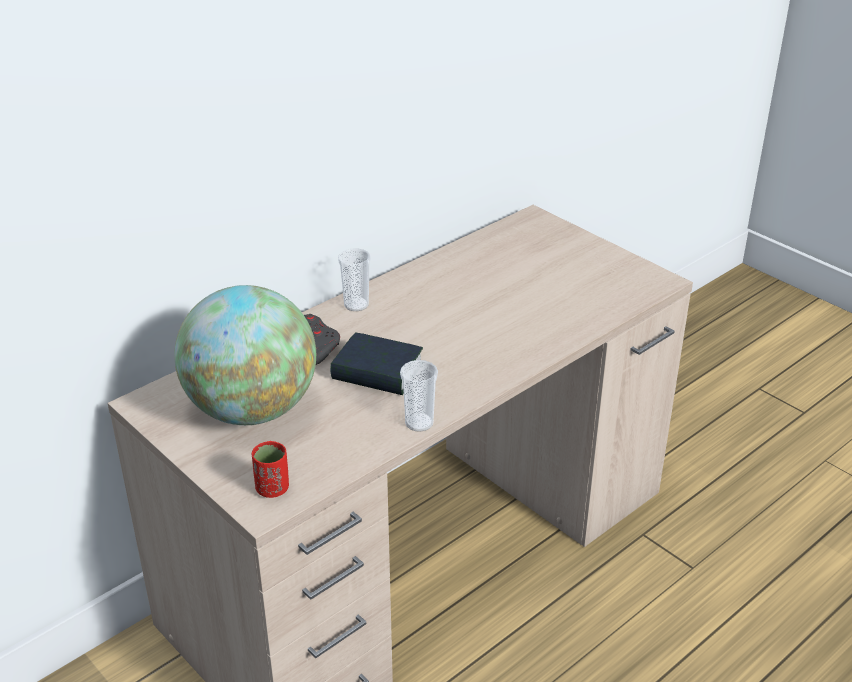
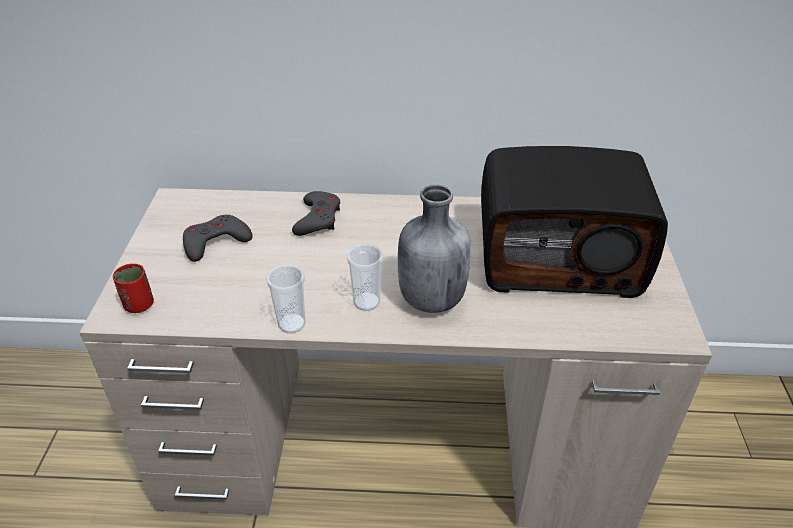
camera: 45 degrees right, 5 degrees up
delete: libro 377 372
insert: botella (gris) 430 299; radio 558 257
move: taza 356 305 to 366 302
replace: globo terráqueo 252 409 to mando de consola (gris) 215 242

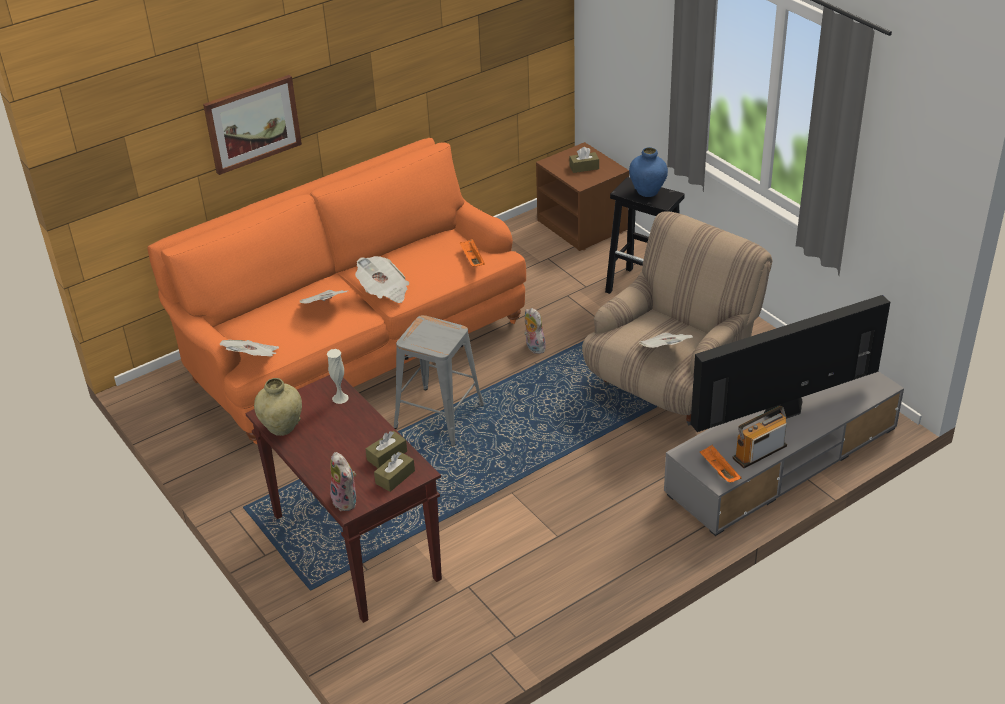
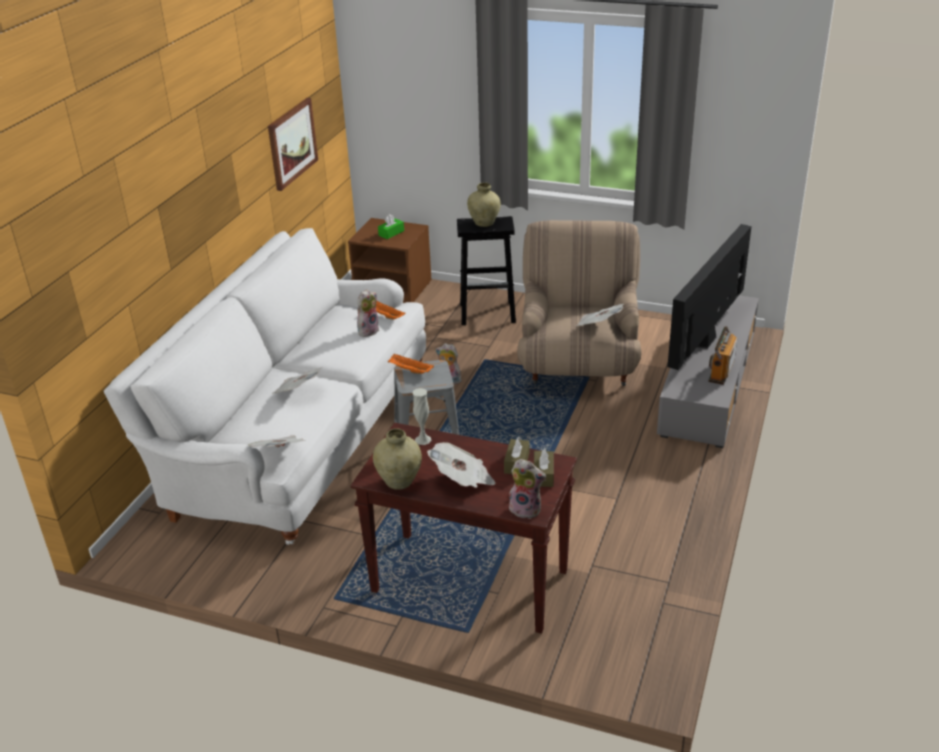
camera: 35 degrees left, 5 degrees down
insert: peluche 368 330
move: cuadro 252 123 to 292 143; bandeja (naranja) 718 471 to 410 370; periódico 384 291 to 463 479
recolor: sofá (naranja) 353 346 to sofá (blanco) 296 436; caja de pañuelos (marrón) 584 167 to caja de pañuelos (verde) 391 233; florero (azul) 647 192 to florero (beis) 484 223

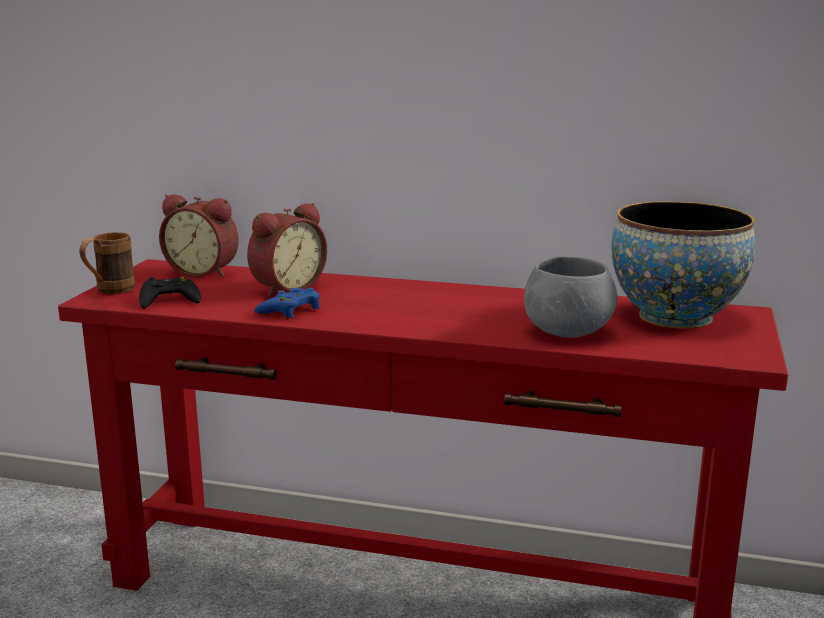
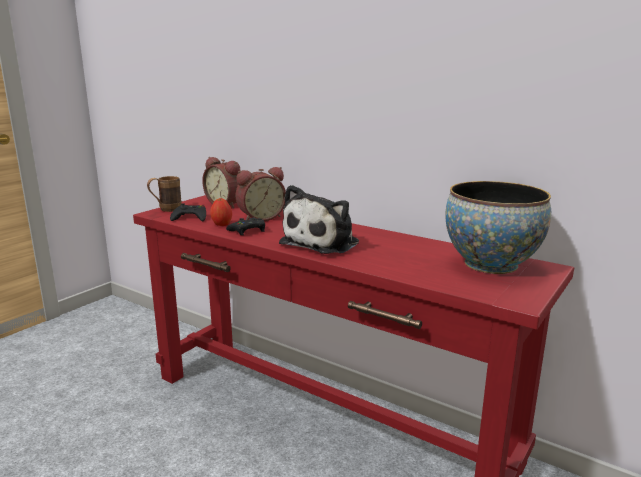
camera: 20 degrees right, 0 degrees up
delete: cuenco (gris) 567 332
insert: manzana 221 224; peluche 323 242
recolor: mando de consola (azul) 290 310 to mando de consola (negro) 248 231

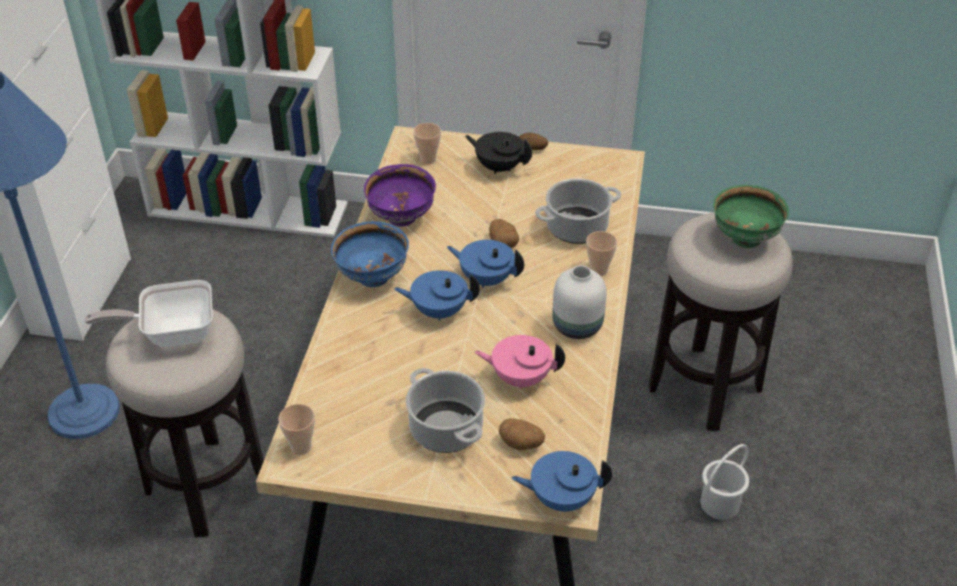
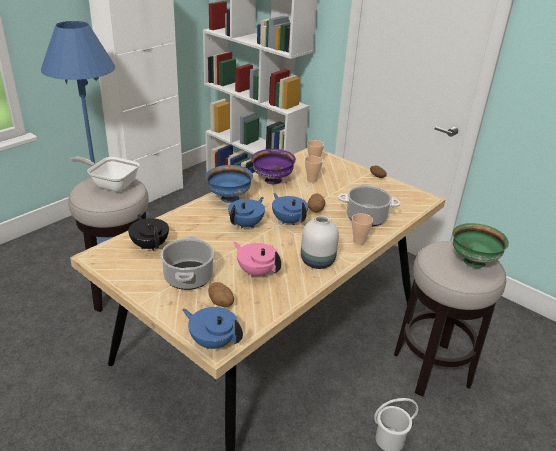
camera: 30 degrees right, 10 degrees down
move: tetera (negro) 499 167 to 150 245; taza 301 447 to 312 180
rotate: tetera (azul) 438 311 = 247 224 90 degrees clockwise

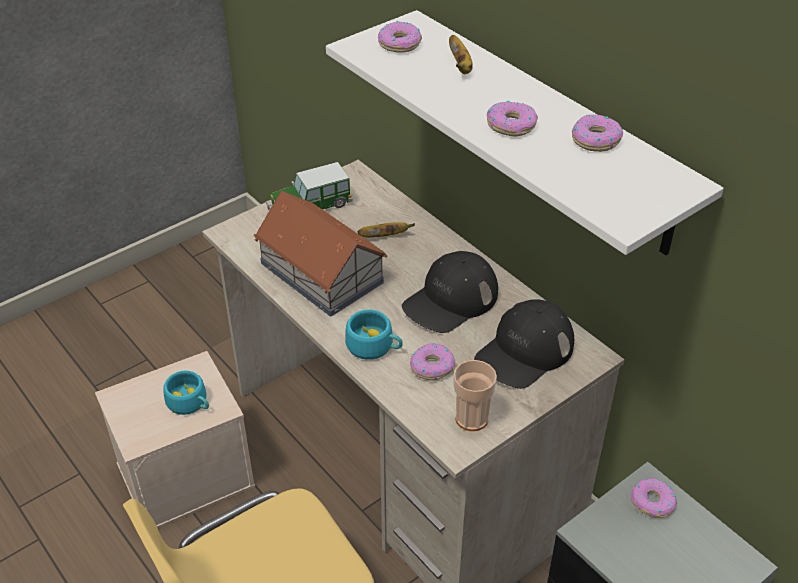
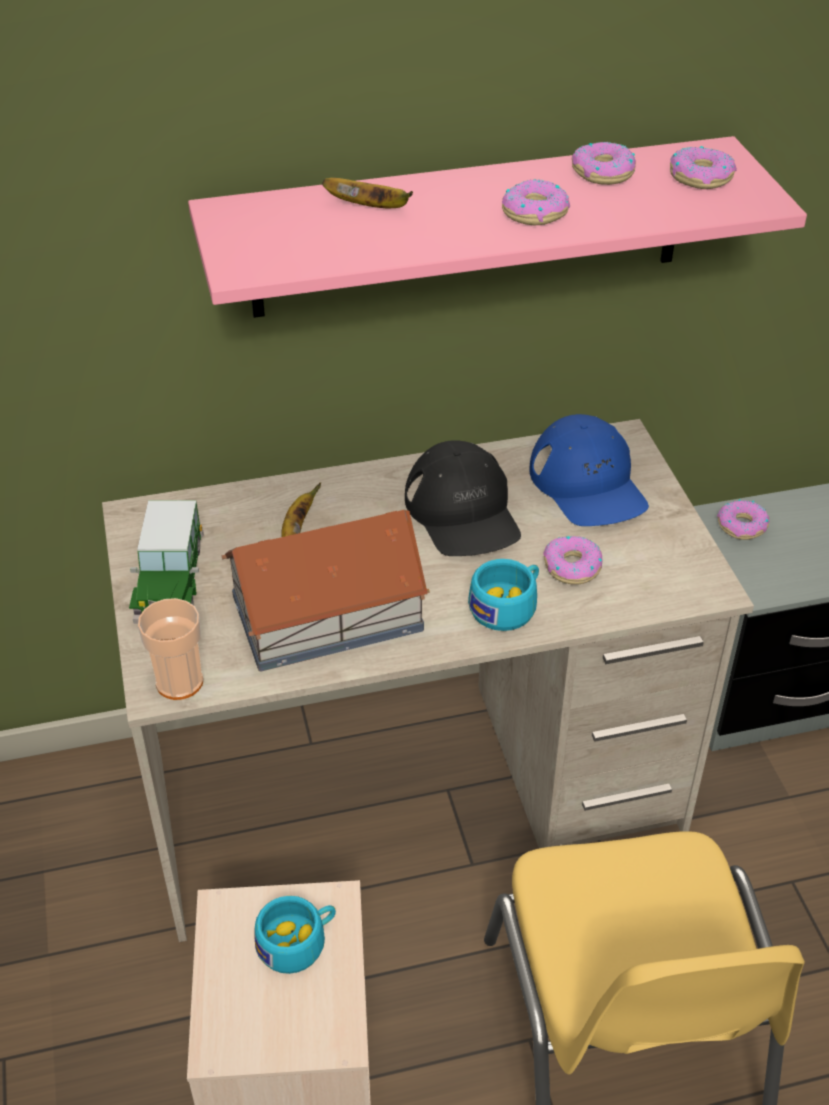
camera: 65 degrees left, 0 degrees up
move: taza 471 418 to 179 682; rosquilla 400 44 to 700 177
recolor: estante (blanco) 547 131 to estante (rosa) 469 228; gorra (negro) 524 351 to gorra (azul) 588 484

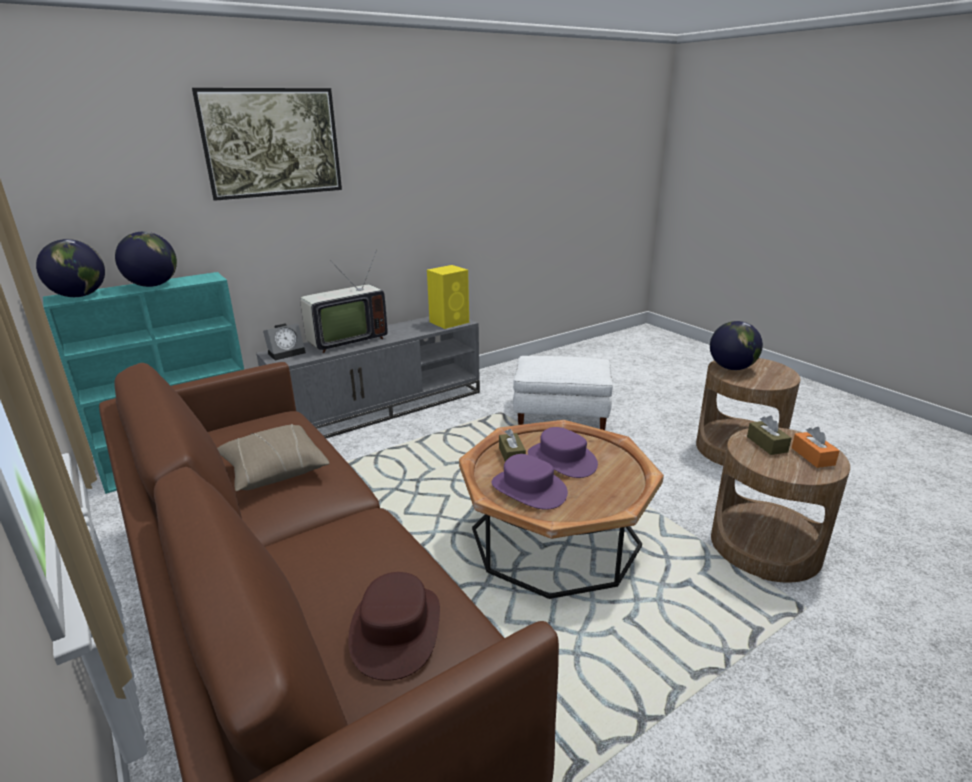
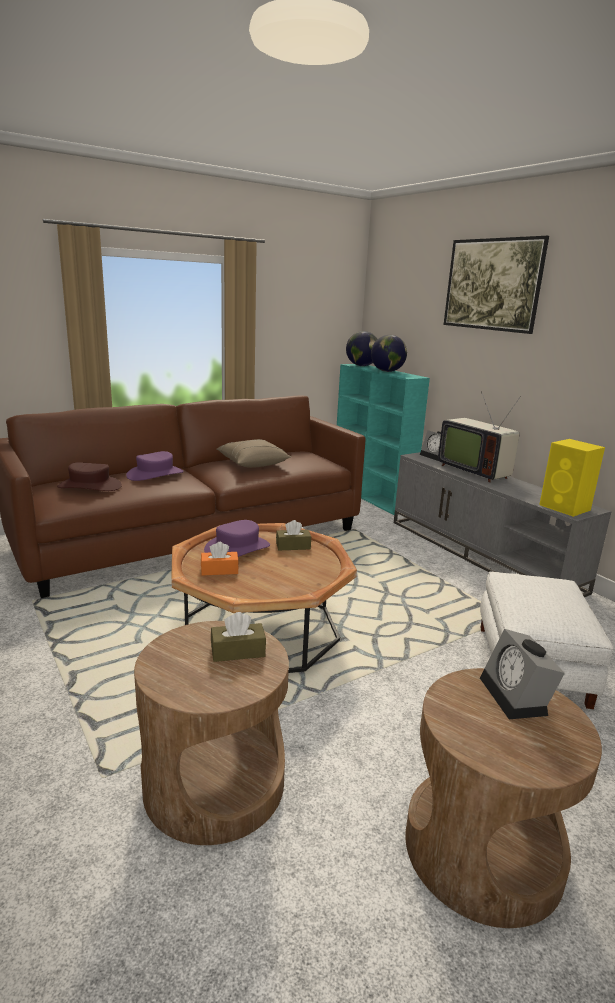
camera: 90 degrees right, 5 degrees down
move: sombrero (morado) 562 459 to 155 474; caja de pañuelos (naranja) 812 456 to 219 570
replace: globo terráqueo 732 368 to despertador 517 697

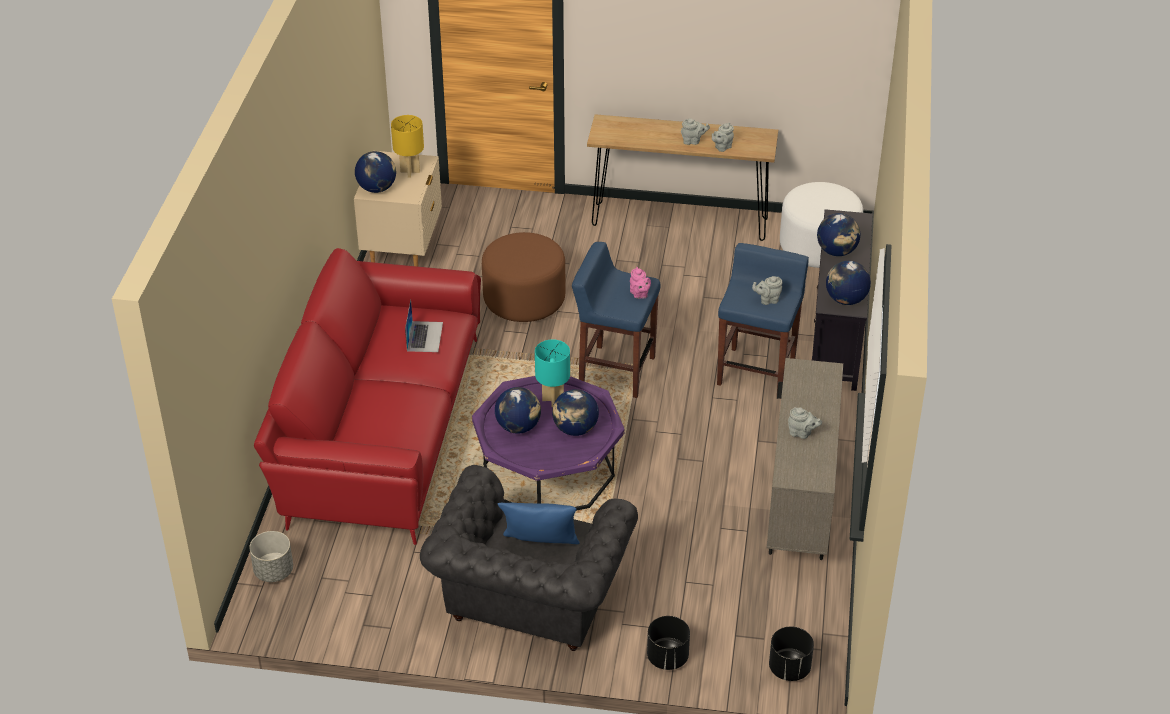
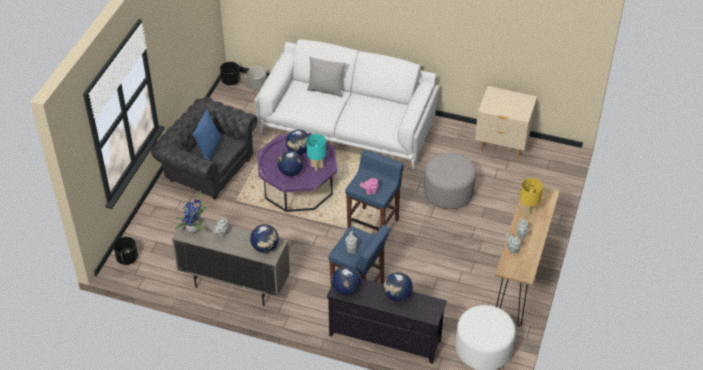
camera: 100 degrees right, 5 degrees up
delete: portátil 424 336
insert: planta en maceta 194 230; cojín (gris) 326 90
move: maceta (negro) 667 657 to 230 81; globo terráqueo 377 188 to 265 247; lámpara de mesa (amarillo) 410 172 to 527 212
recolor: sofá (rojo) 380 428 to sofá (blanco) 348 126; puf (marrón) 524 299 to puf (gris) 448 193

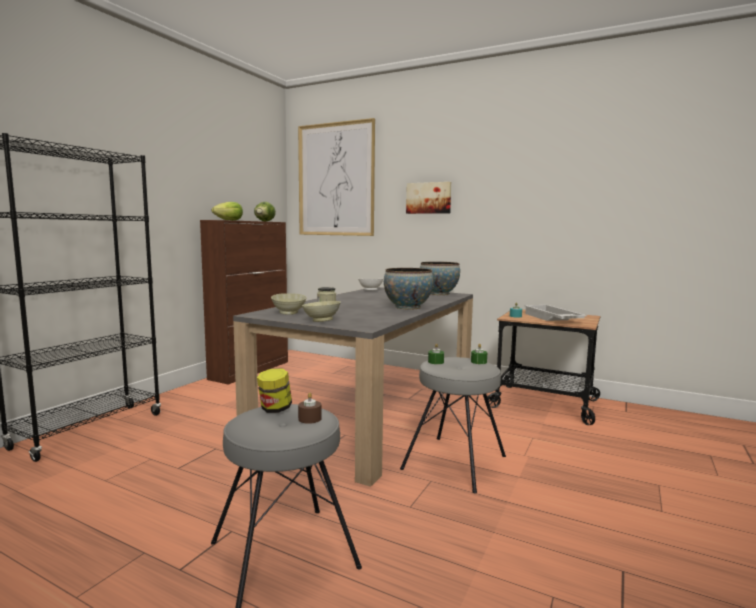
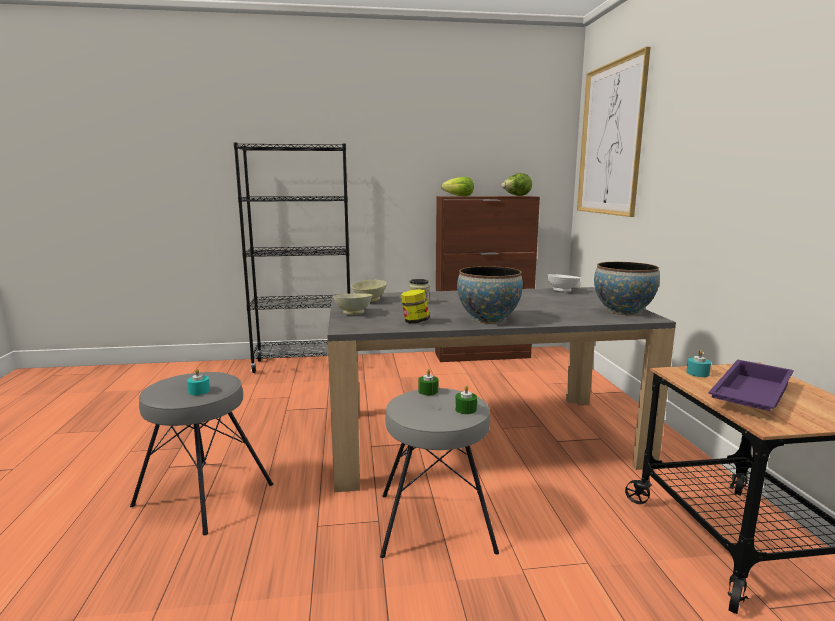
camera: 55 degrees right, 5 degrees up
delete: cuadro 429 198
move: tarro 275 409 to 415 322
recolor: vela (marrón) 309 418 to vela (turquesa) 199 391; bandeja (blanco) 551 318 to bandeja (morado) 748 395

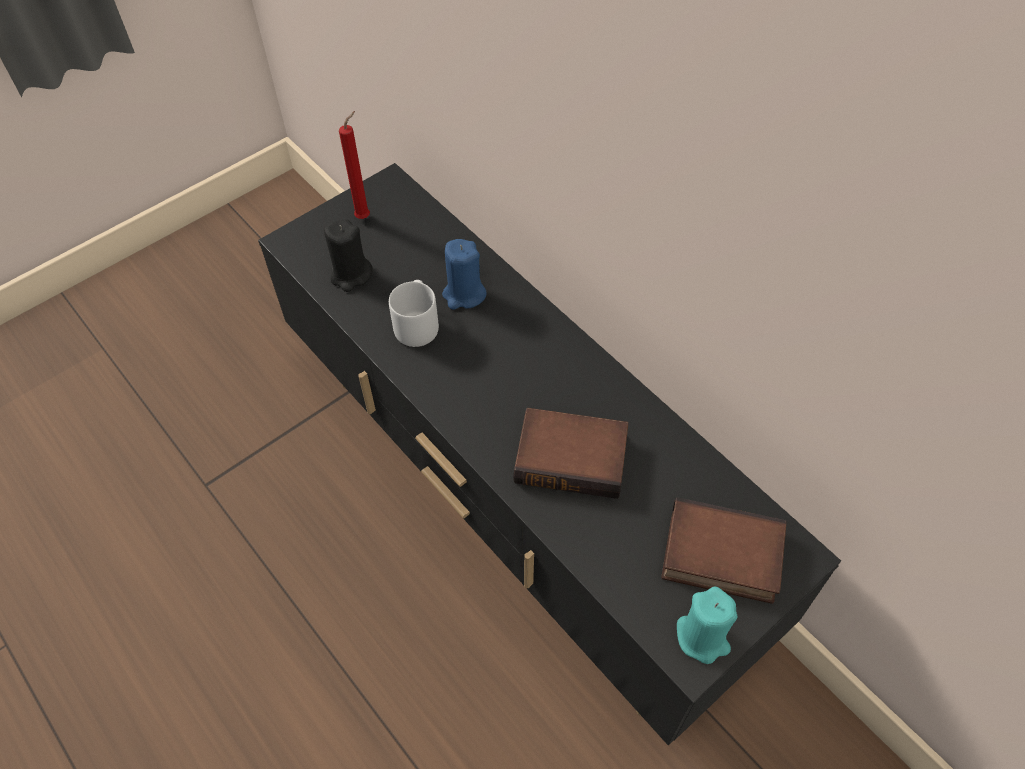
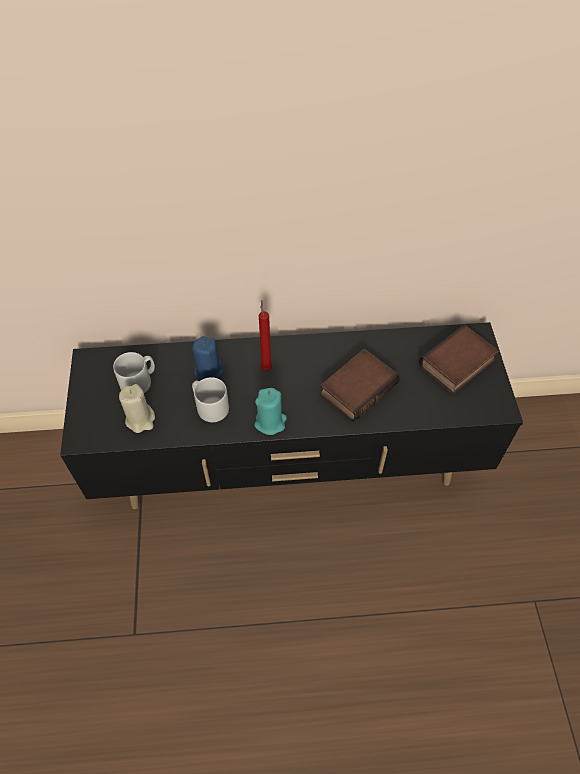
camera: 55 degrees left, 0 degrees up
insert: taza grande (gris) 139 382
move: vela (turquesa) 702 637 to 270 422; vela (rojo) 365 216 to 266 367
recolor: vela (negro) 351 275 to vela (beis) 140 419

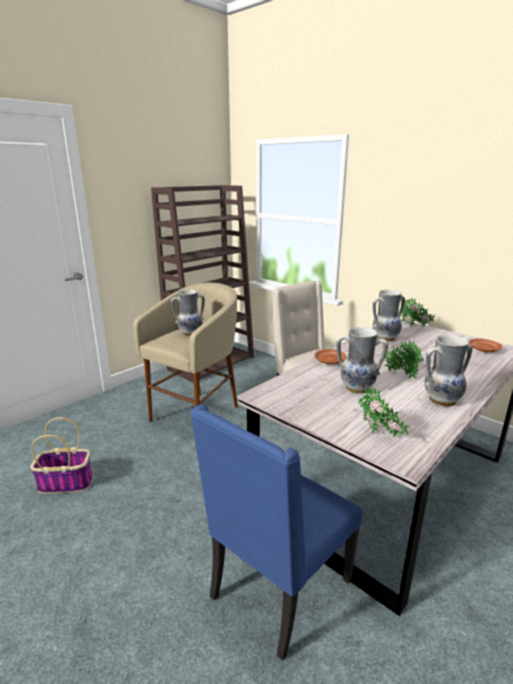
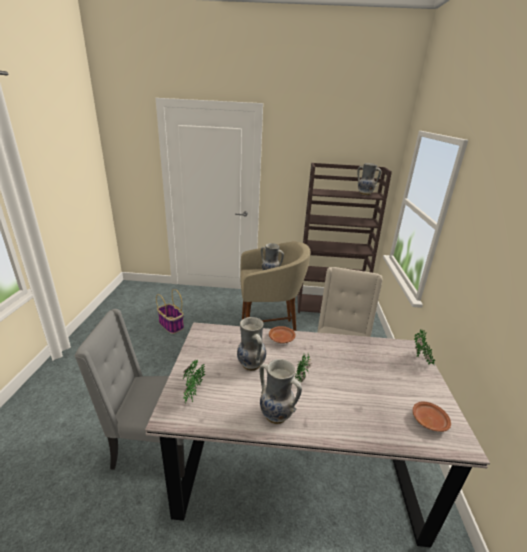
camera: 50 degrees right, 5 degrees up
move: florero 385 338 to 365 194
recolor: silla (azul) 278 590 to silla (gris) 155 444

